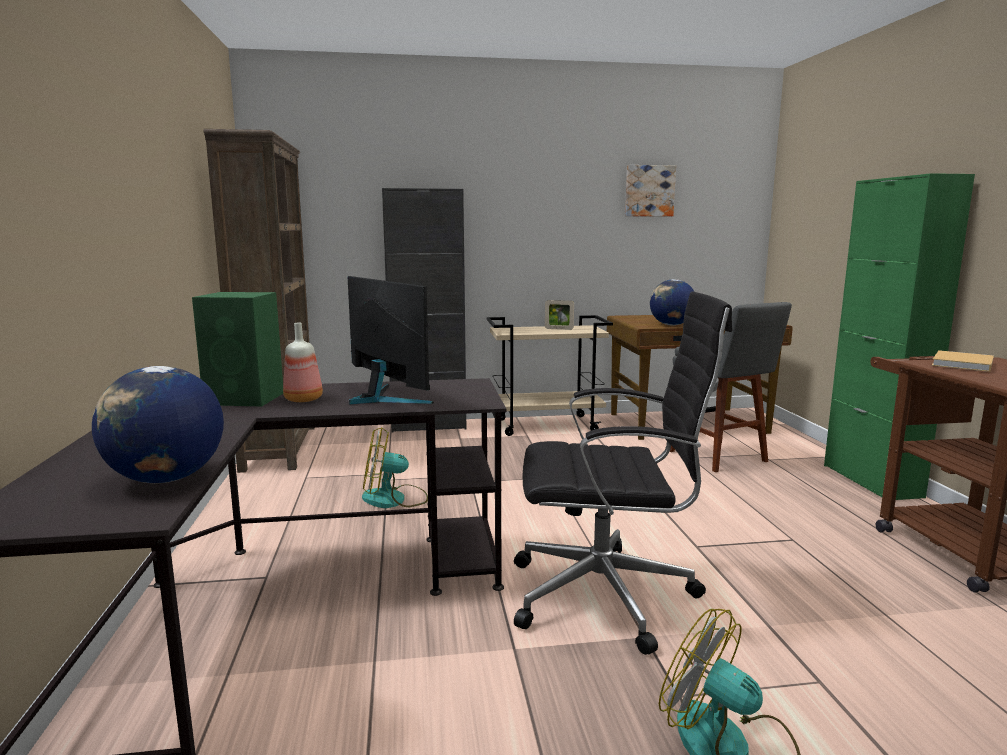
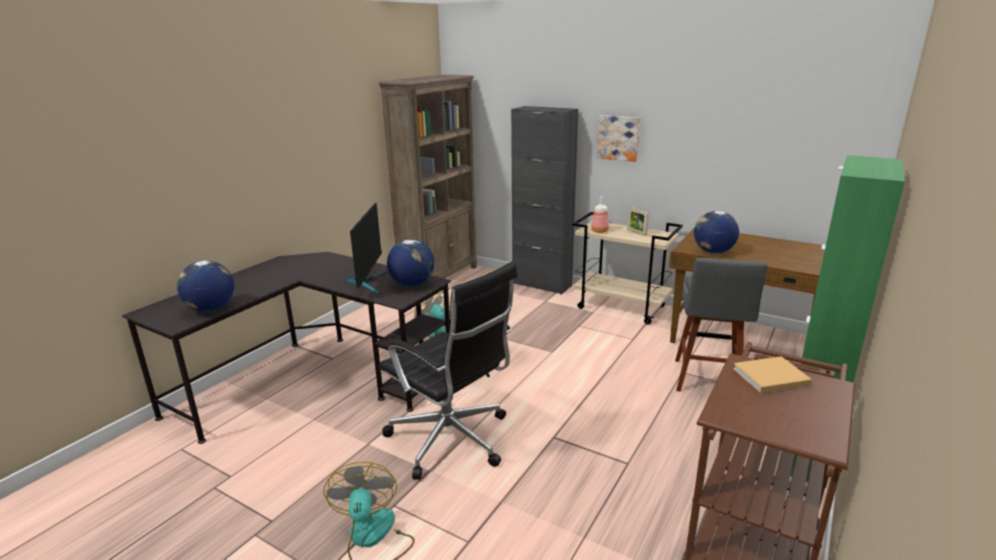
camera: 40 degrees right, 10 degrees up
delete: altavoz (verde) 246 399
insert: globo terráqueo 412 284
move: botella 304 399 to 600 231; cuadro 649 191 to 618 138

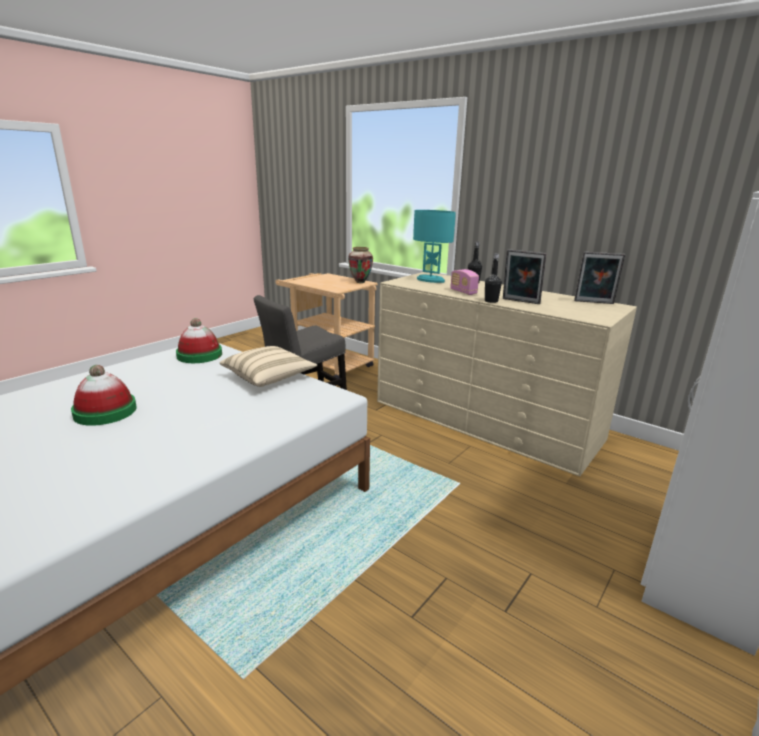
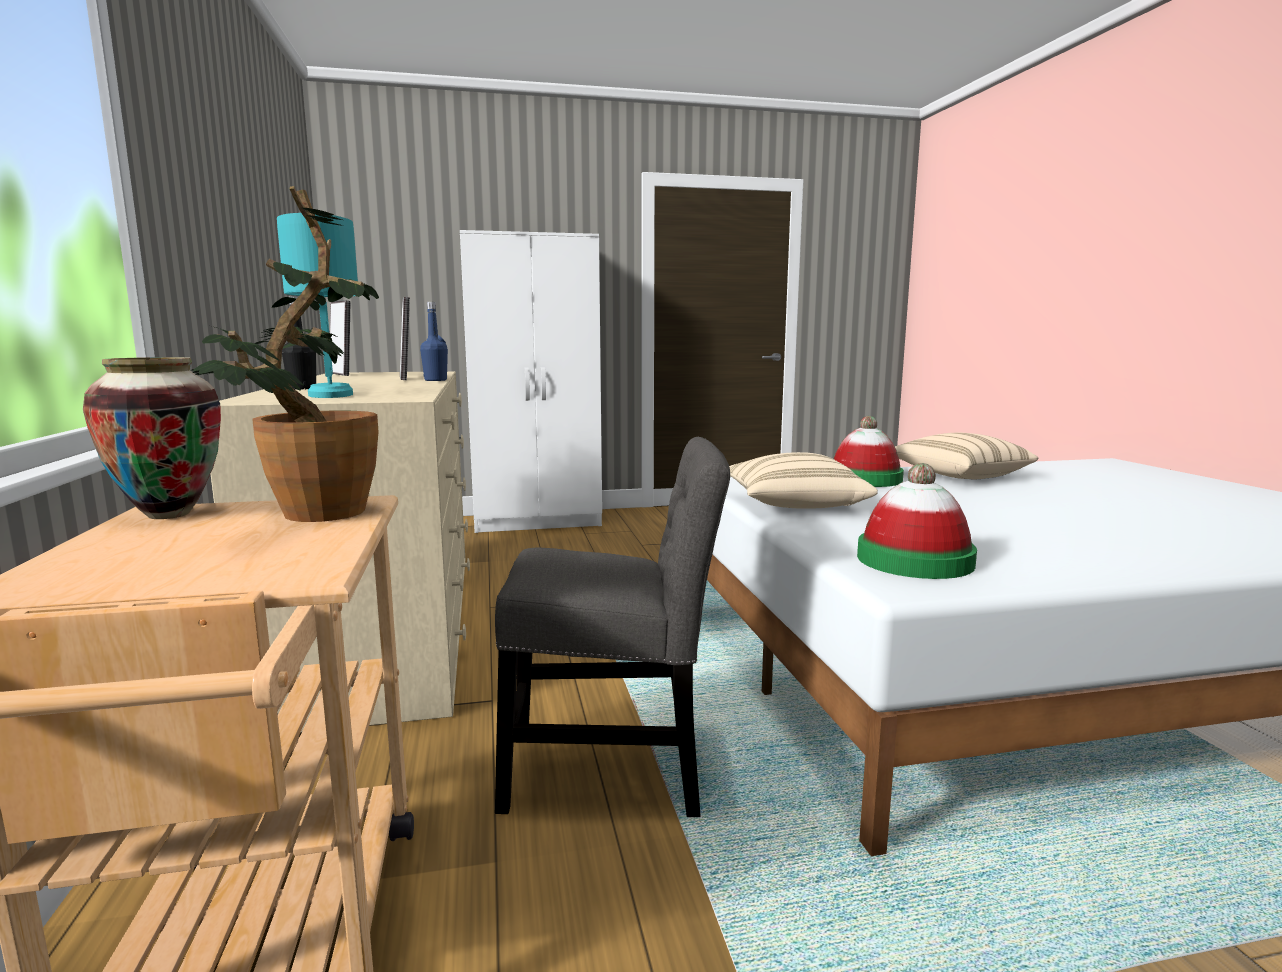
camera: 140 degrees left, 10 degrees down
delete: radio 463 292
insert: planta en maceta 310 517; cojín (beis) 957 475
move: sombrero 105 411 to 864 479
recolor: botella (negro) 491 301 to botella (azul) 435 380

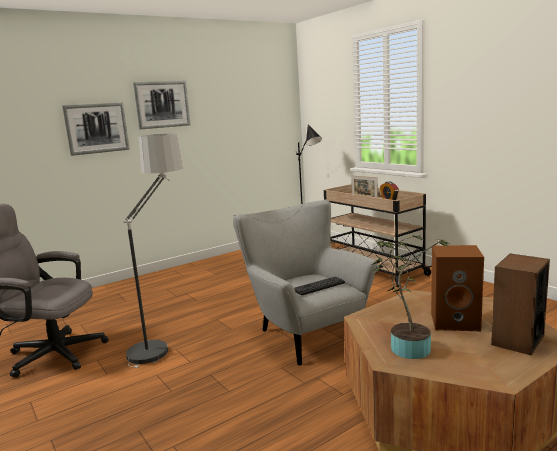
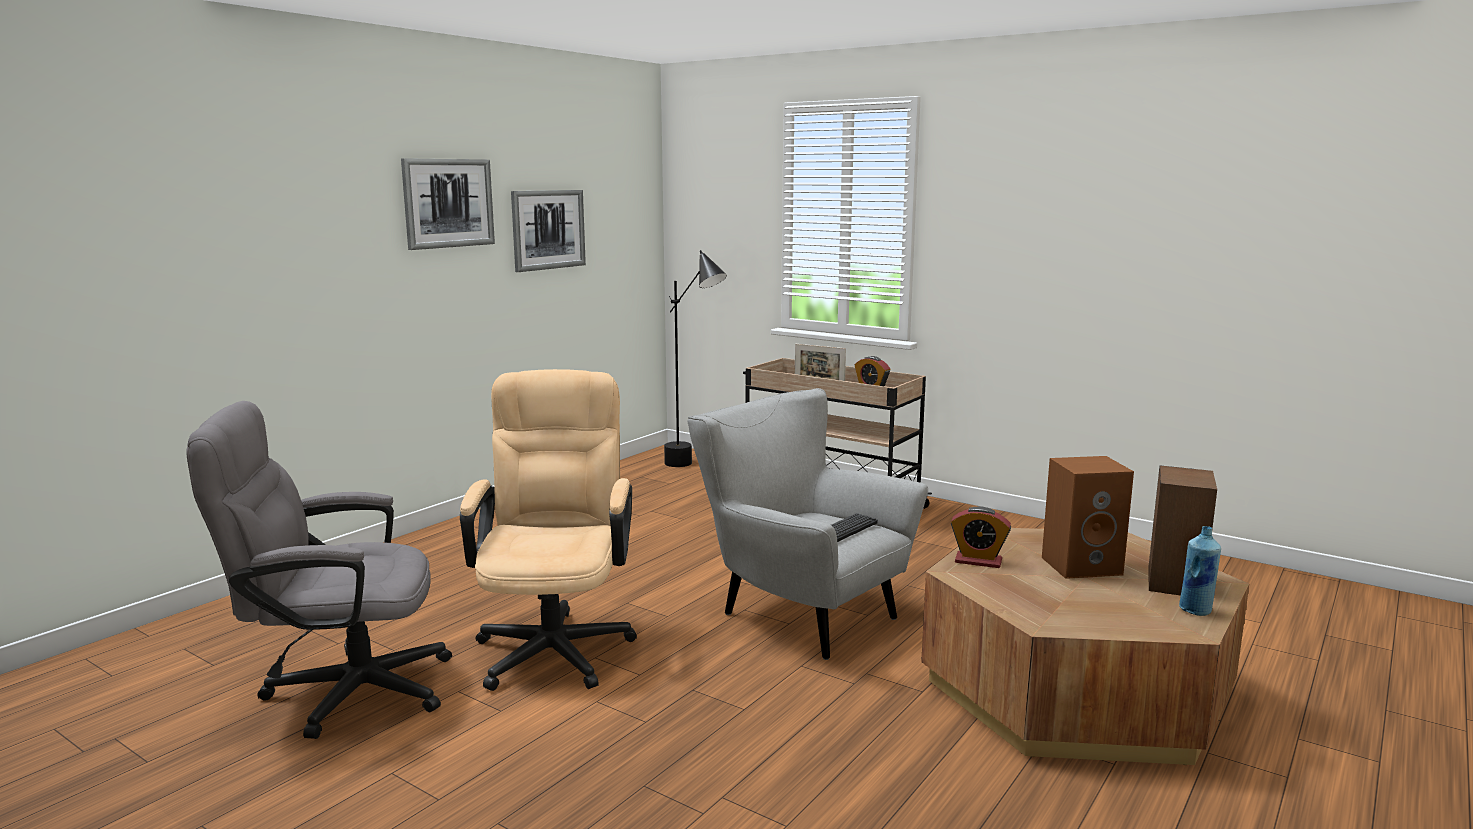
camera: 20 degrees left, 0 degrees up
delete: planta en maceta 406 347
insert: despertador 978 561; botella (azul) 1195 610
move: cuadro 97 128 to 548 229
replace: lámpara de pie 163 339 to silla de oficina (beis) 556 644

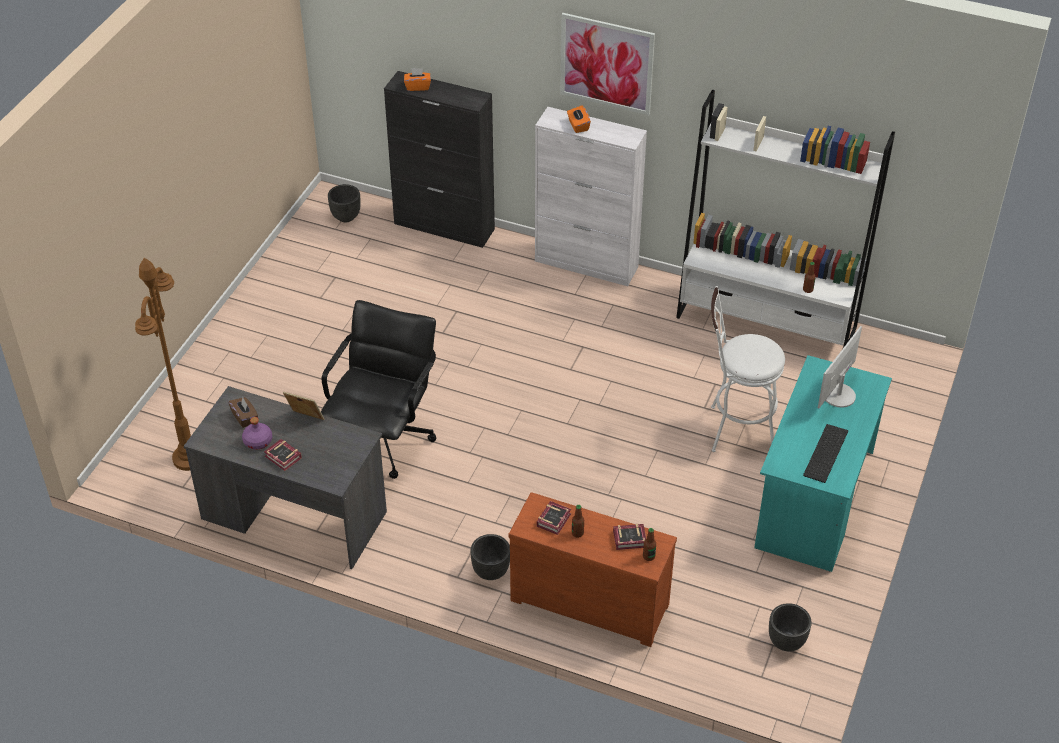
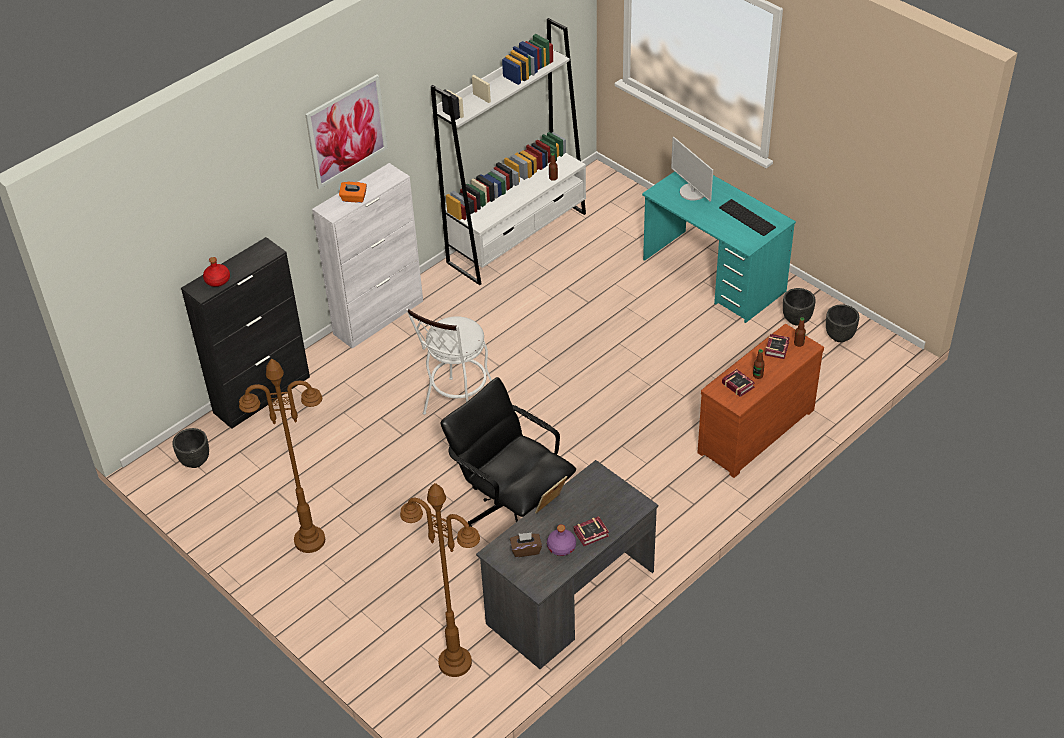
camera: 65 degrees left, 0 degrees up
insert: lámpara de pie (marrón) 310 540
move: taburete (blanco) 735 429 to 457 408; maceta (negro) 490 572 to 796 320
replace: caja de pañuelos (naranja) 417 87 to botella (rojo) 217 280

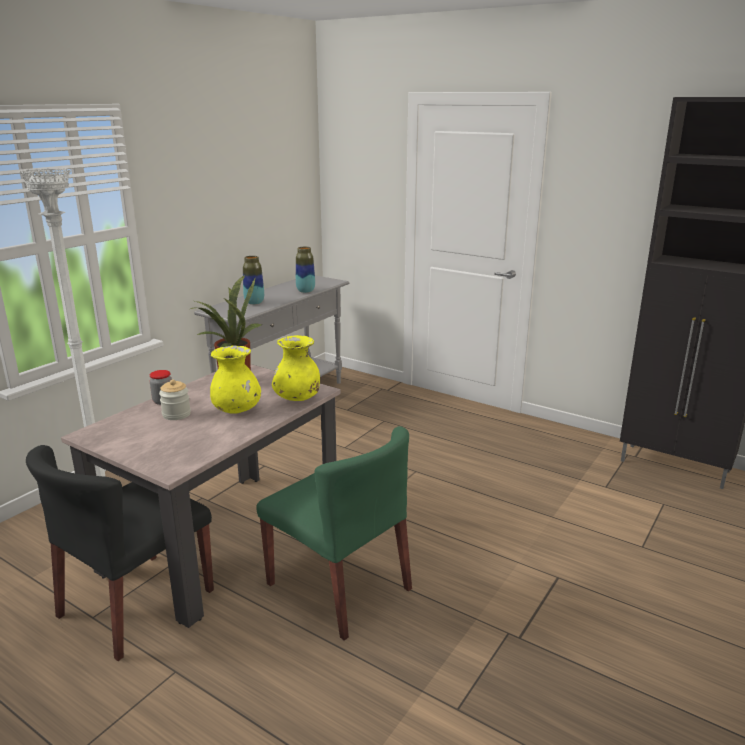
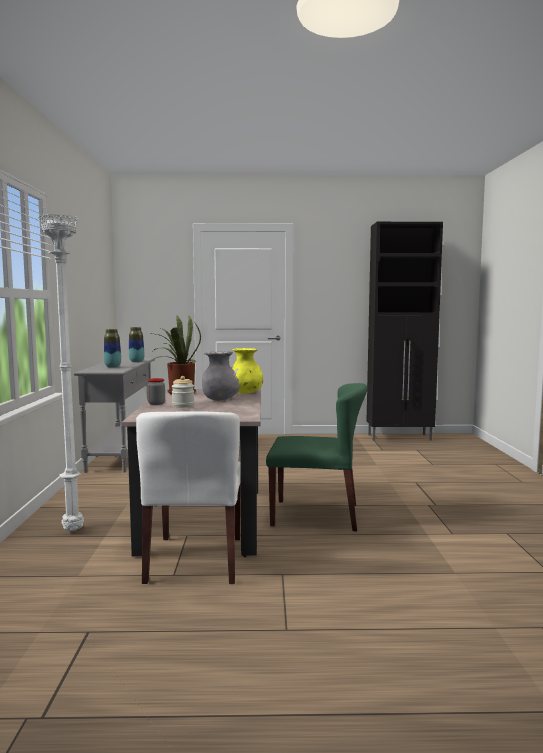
camera: 35 degrees left, 15 degrees down
recolor: silla (negro) 136 604 to silla (blanco) 195 559; florero (amarillo) 237 410 to florero (gris) 220 400

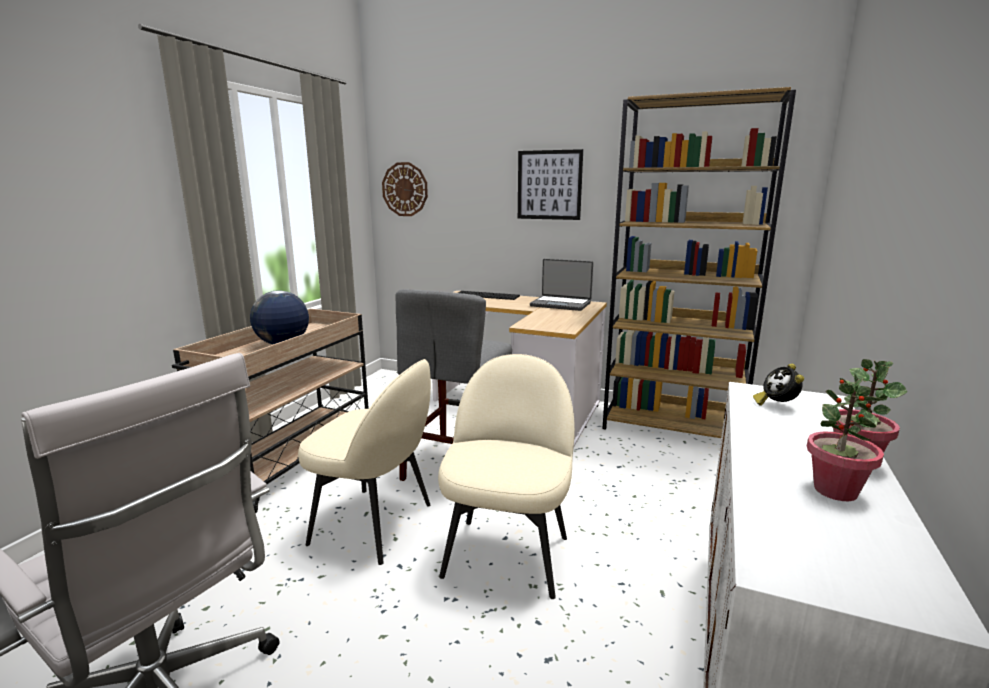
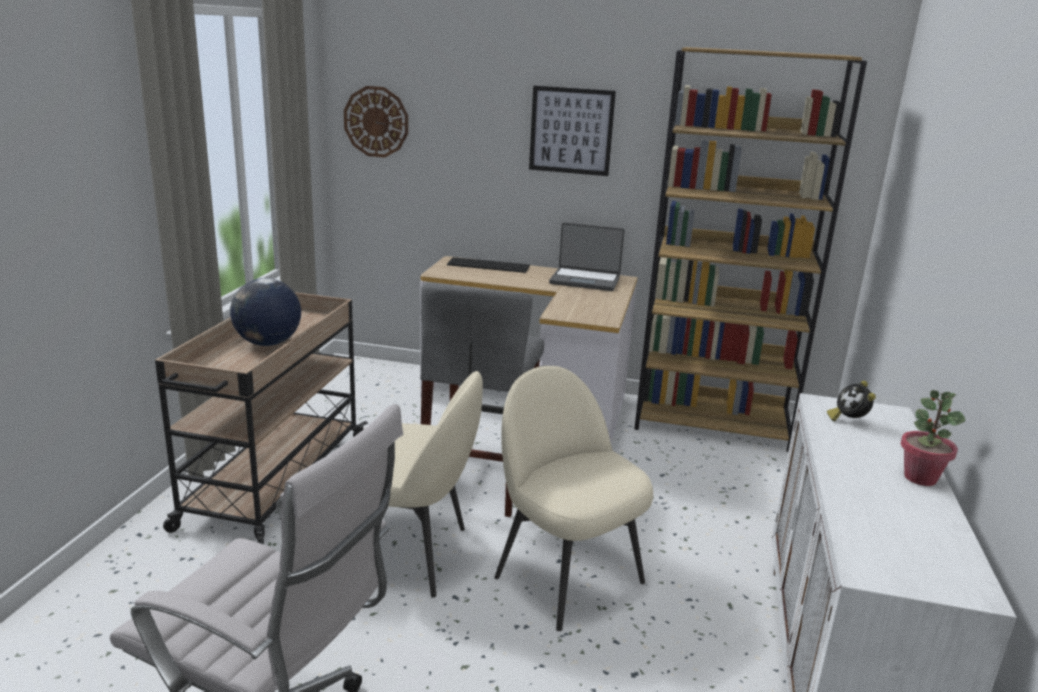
camera: 10 degrees left, 5 degrees up
delete: planta en maceta 835 491
rotate: silla (beis) 507 553 = 566 577 45 degrees counterclockwise

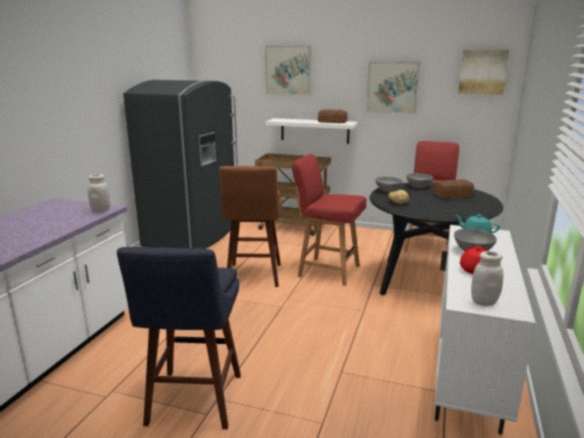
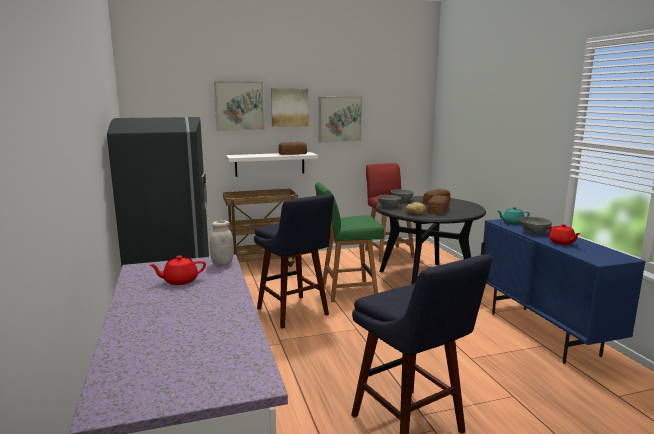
camera: 35 degrees left, 5 degrees down
delete: tarro (blanco) 484 302
insert: tetera (rojo) 180 281; pan 437 210
move: cuadro 482 72 to 289 107
recolor: taburete (marrón) 253 277 to taburete (azul) 294 313; silla (rojo) 327 270 to silla (verde) 347 291; armario (blanco) 466 380 to armario (azul) 542 333

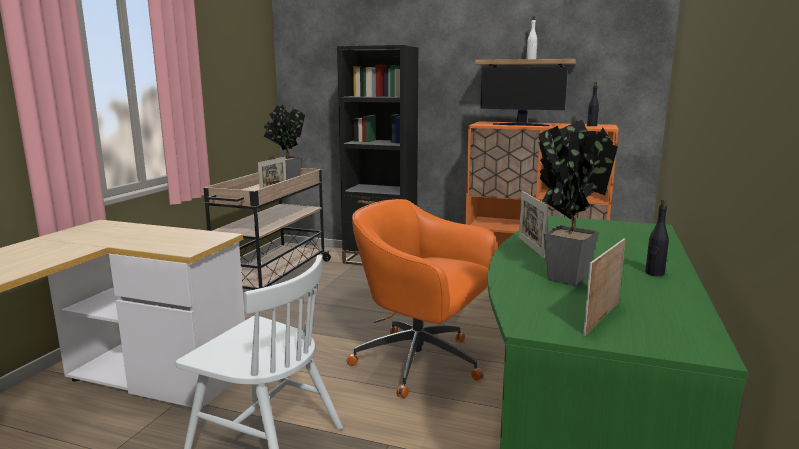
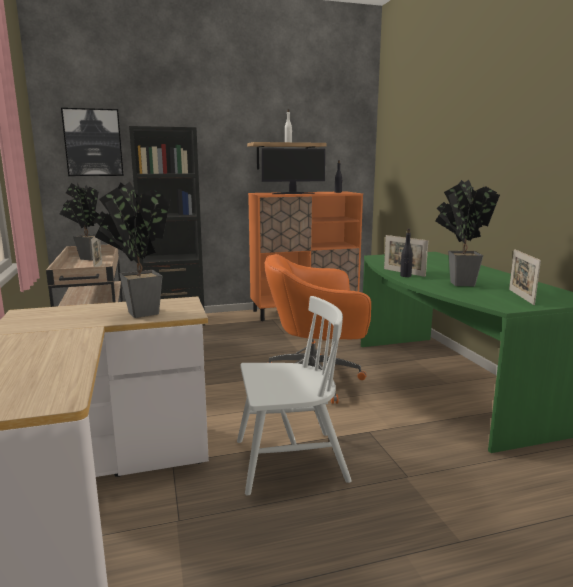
camera: 35 degrees left, 0 degrees up
insert: cuadro 93 142; planta en maceta 137 313
move: botella (negro) 654 273 to 405 276

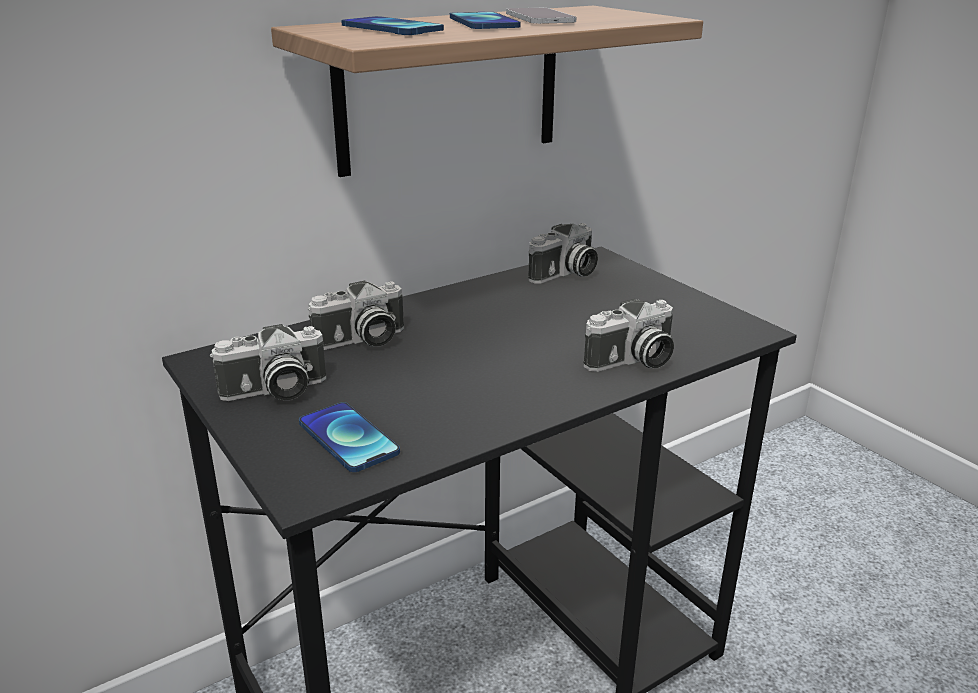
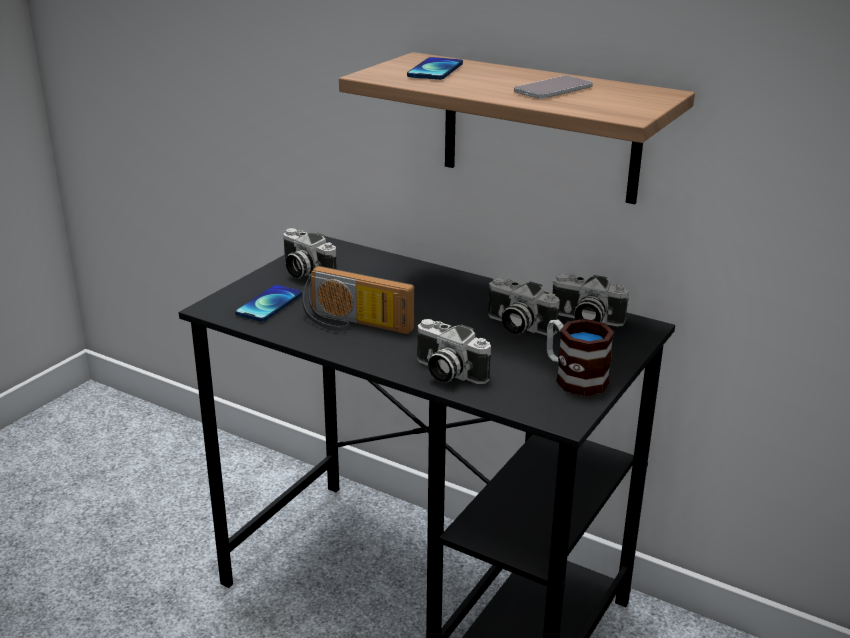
camera: 65 degrees right, 0 degrees up
delete: móvil 483 23
insert: radio 354 325; taza grande 573 377
move: cámara 362 341 to 517 326

